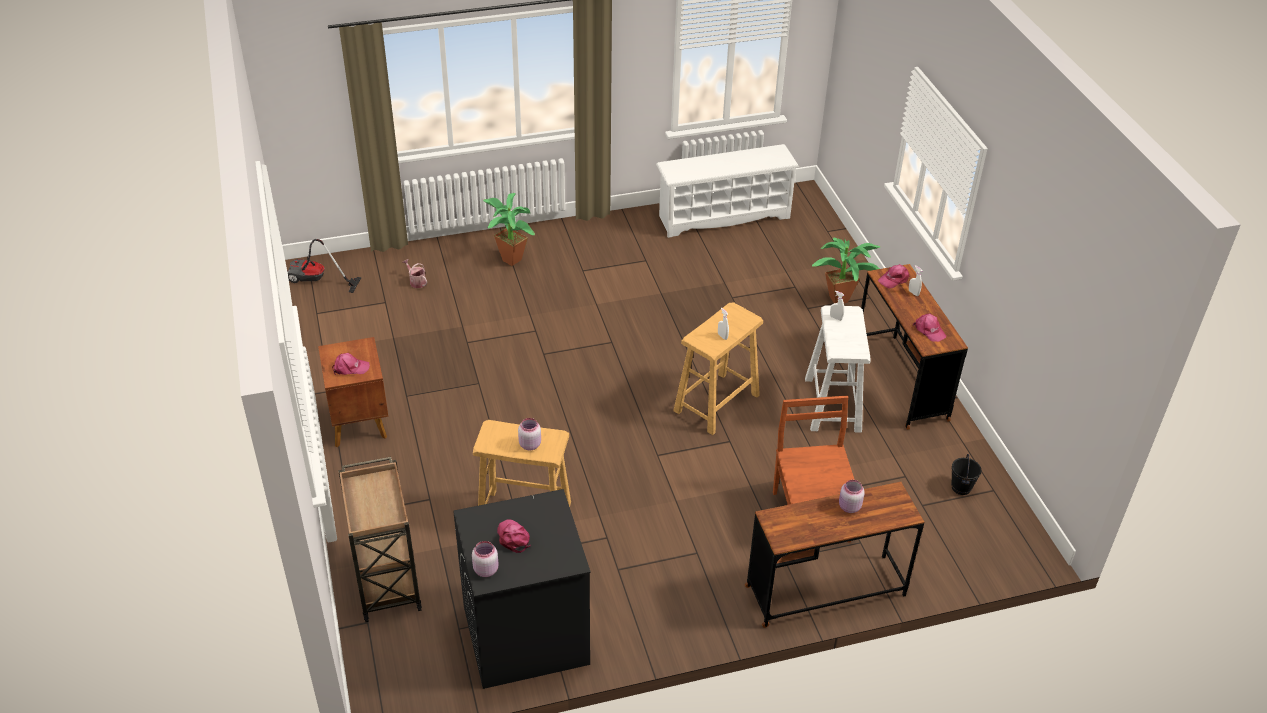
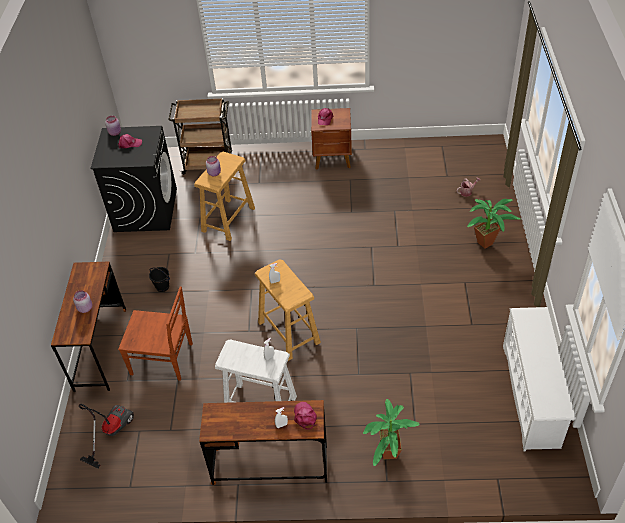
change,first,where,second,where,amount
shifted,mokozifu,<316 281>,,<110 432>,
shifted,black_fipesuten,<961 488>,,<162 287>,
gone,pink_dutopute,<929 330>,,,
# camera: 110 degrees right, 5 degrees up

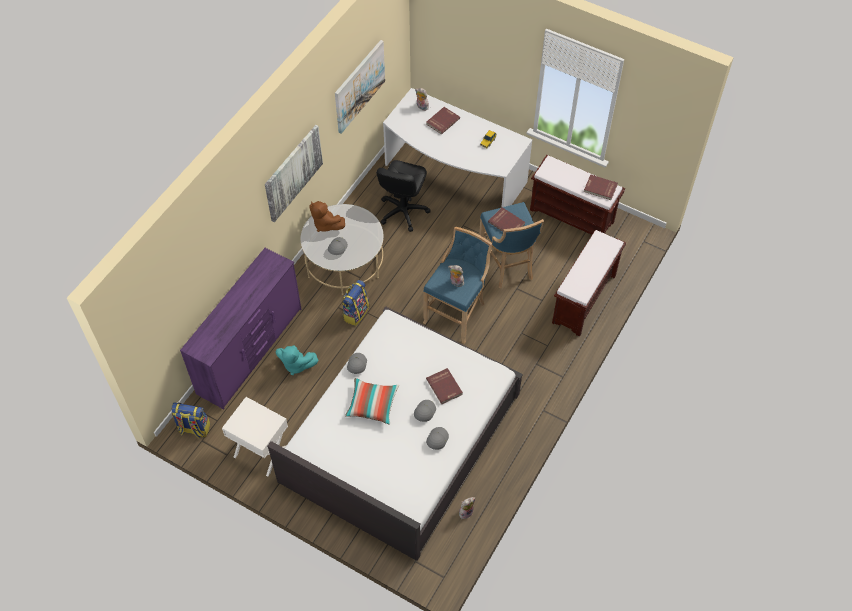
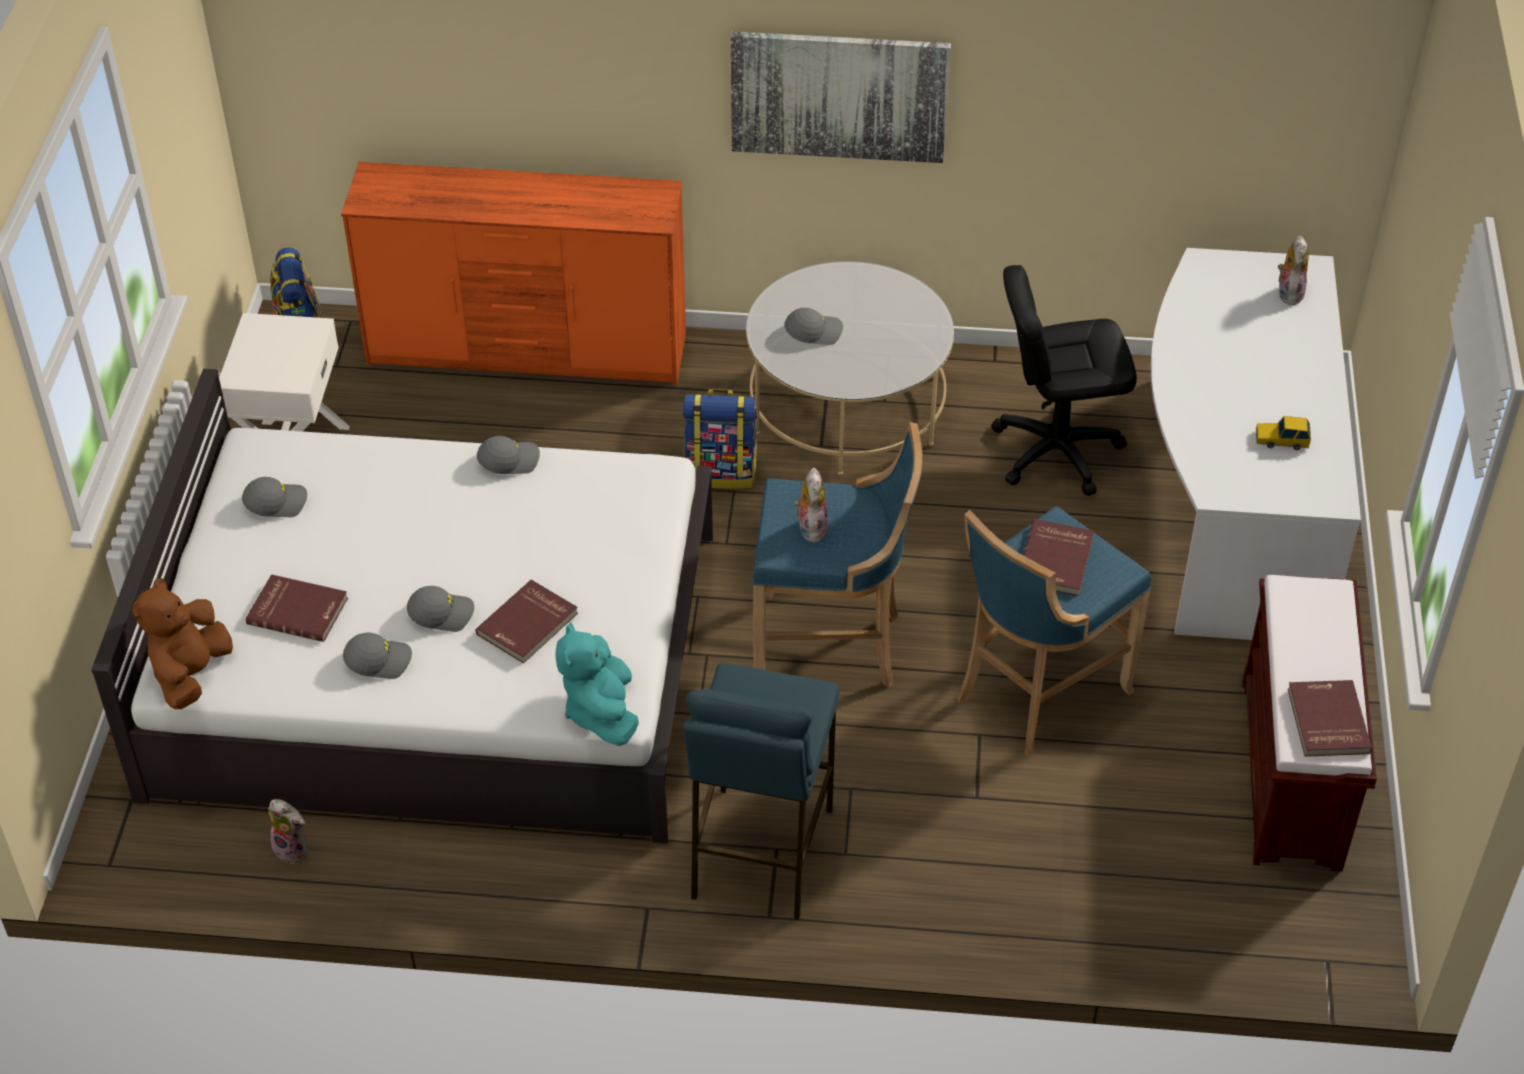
change,first,where,second,where,amount
shifted,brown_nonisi,<325 224>,,<191 674>,
new,,,grey_dutopute,<276 502>,
shifted,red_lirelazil,<442 121>,,<298 610>,
repainted,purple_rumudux,<251 350>,orange_rumudux,<528 350>,
shifted,turquoise_nonisi,<296 365>,,<601 712>,
new,,,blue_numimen,<759 853>,
gone,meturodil,<359 86>,,,
gone,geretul,<372 404>,,,
gone,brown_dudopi,<584 300>,,,
# camera: 65 degrees right, 10 degrees down

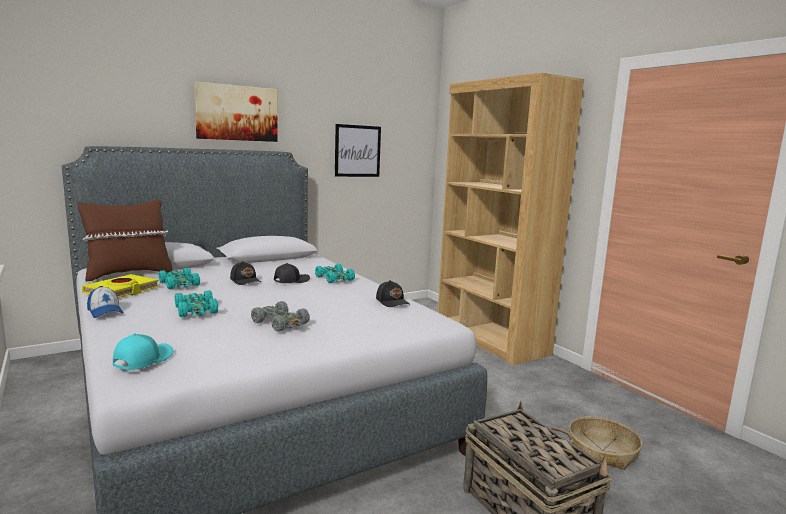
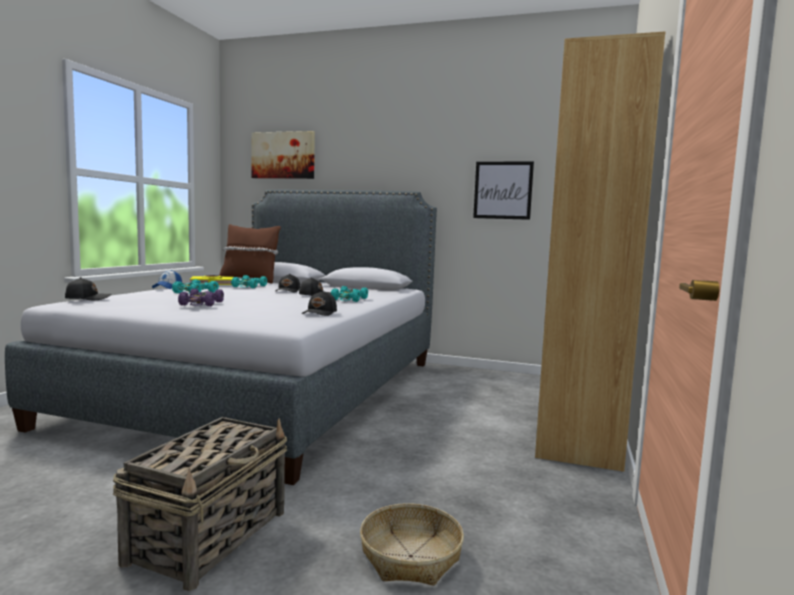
change,first,where,second,where,amount
repainted,turquoise_dutopute,<142 360>,black_dutopute,<88 298>,
repainted,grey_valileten,<281 323>,purple_valileten,<201 304>,
shifted,meturodil,<237 113>,,<283 155>,
# camera: 50 degrees right, 5 degrees down

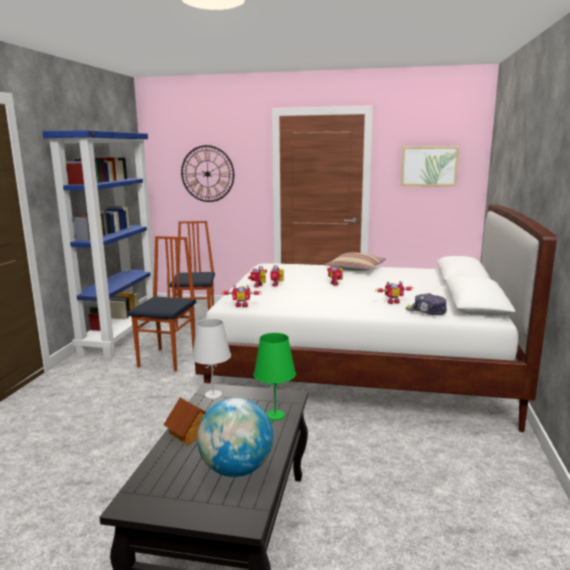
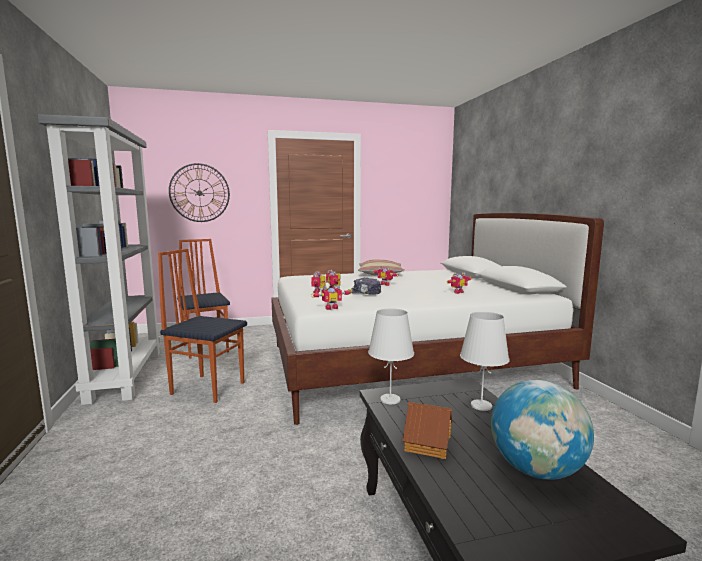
change,first,where,second,where,amount
repainted,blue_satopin,<120 337>,grey_satopin,<125 375>,
rotated,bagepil,<168 359>,,<208 388>,60 degrees counterclockwise
shifted,dutopute,<426 311>,,<363 293>,
repainted,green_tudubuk,<275 415>,white_tudubuk,<481 405>,
gone,meturodil,<429 166>,,,
# camera: 25 degrees left, 5 degrees down

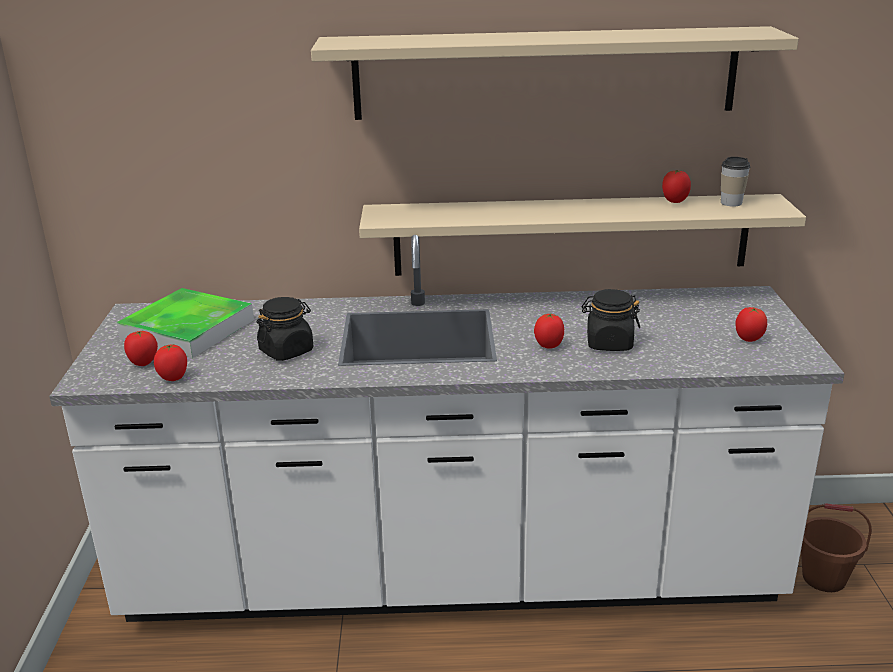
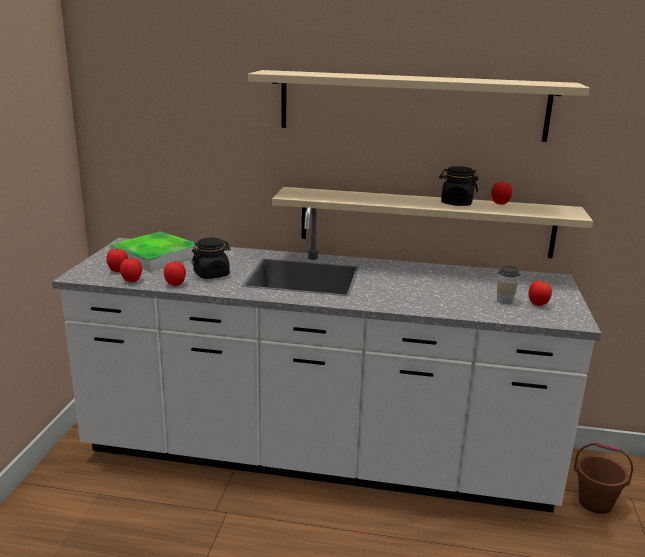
change,first,where,second,where,amount
shifted,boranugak,<549 346>,,<175 284>,
shifted,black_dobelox,<609 343>,,<456 203>,
shifted,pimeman,<731 203>,,<505 300>,
# camera: 10 degrees right, 5 degrees down

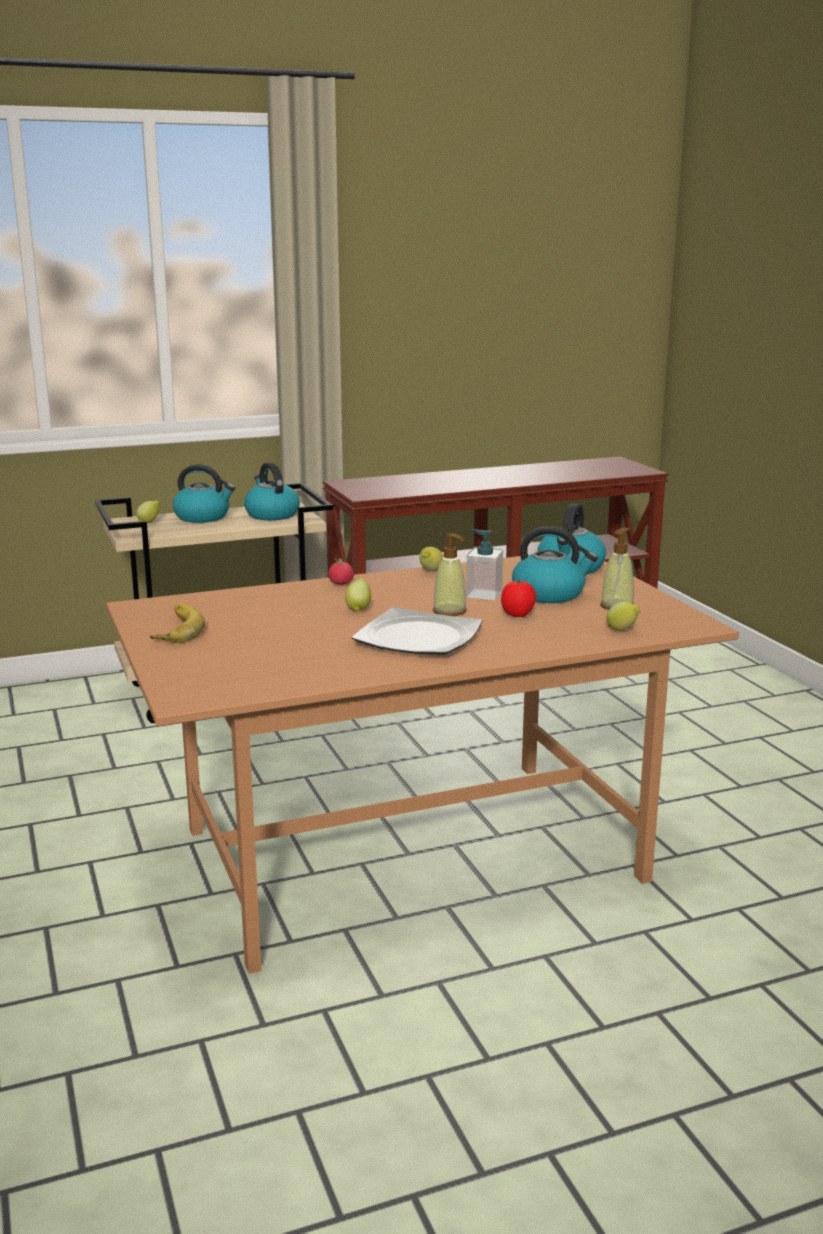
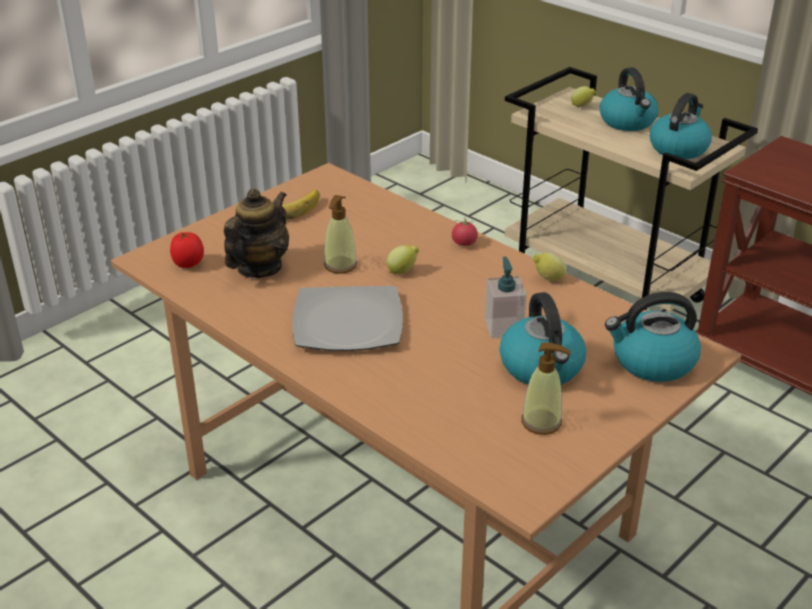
change,first,where,second,where,amount
shifted,boranugak,<518 615>,,<189 264>,
new,,,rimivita,<259 268>,
shifted,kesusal,<449 611>,,<340 265>,
gone,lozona,<622 630>,,,
# camera: 65 degrees right, 15 degrees up

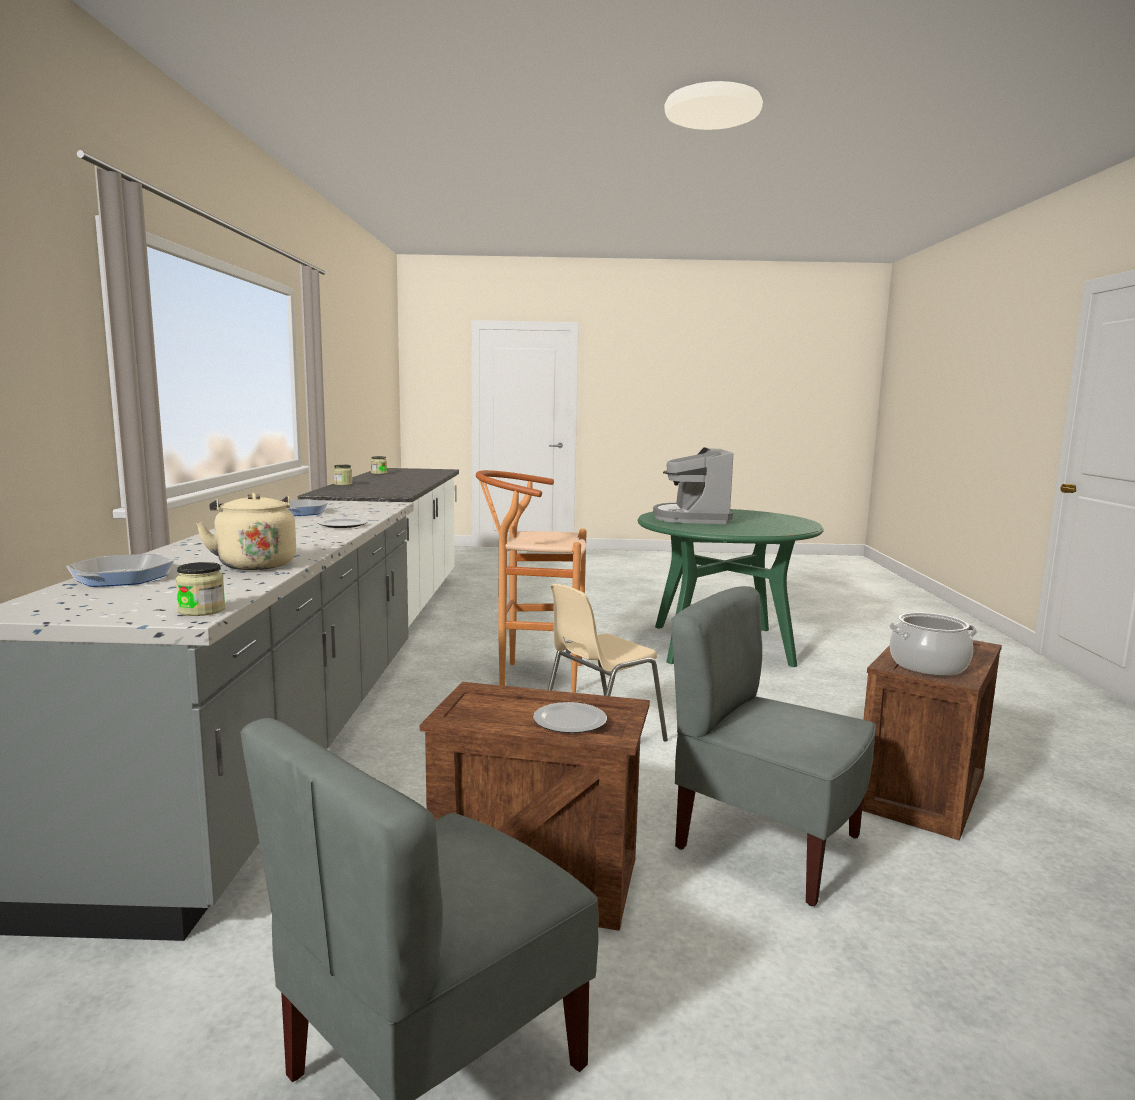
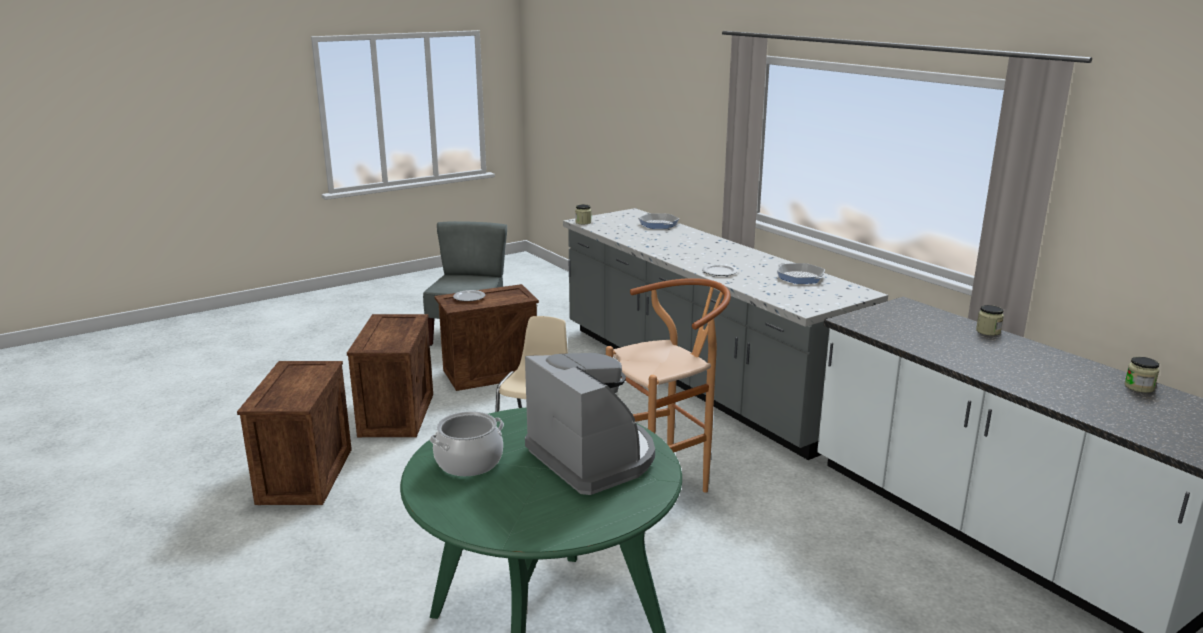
change,first,where,second,where,amount
swapped,grey_bagepil,<766 844>,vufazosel,<398 415>,
shifted,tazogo,<928 665>,,<469 462>,
gone,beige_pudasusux,<255 564>,,,
# camera: 145 degrees right, 10 degrees up

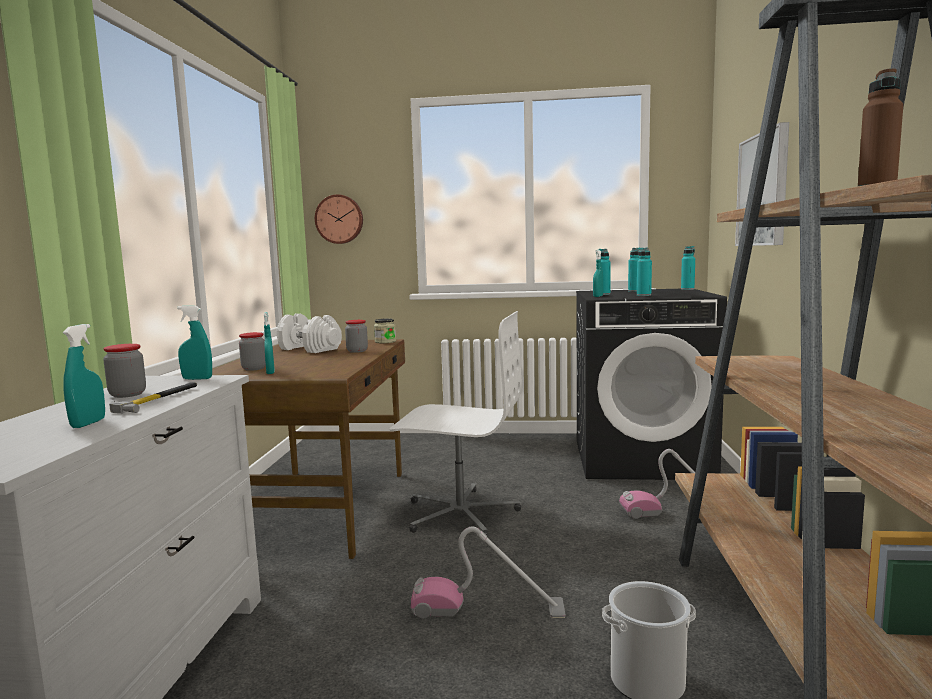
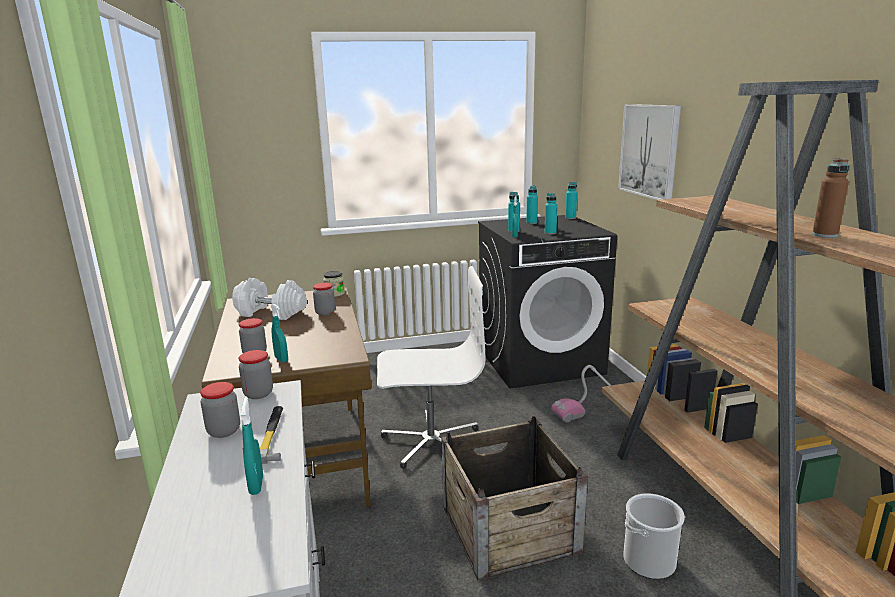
change,first,where,second,where,amount
swapped,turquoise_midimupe,<197 379>,dobelox,<258 394>,
swapped,mokozifu,<487 608>,vufazosel,<509 528>,
gone,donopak,<339 219>,,,
# camera: 20 degrees left, 10 degrees up

